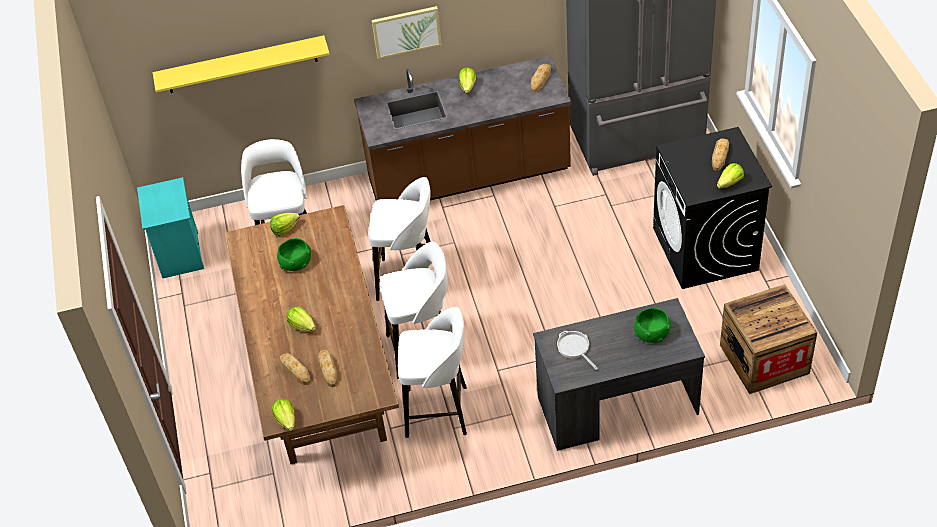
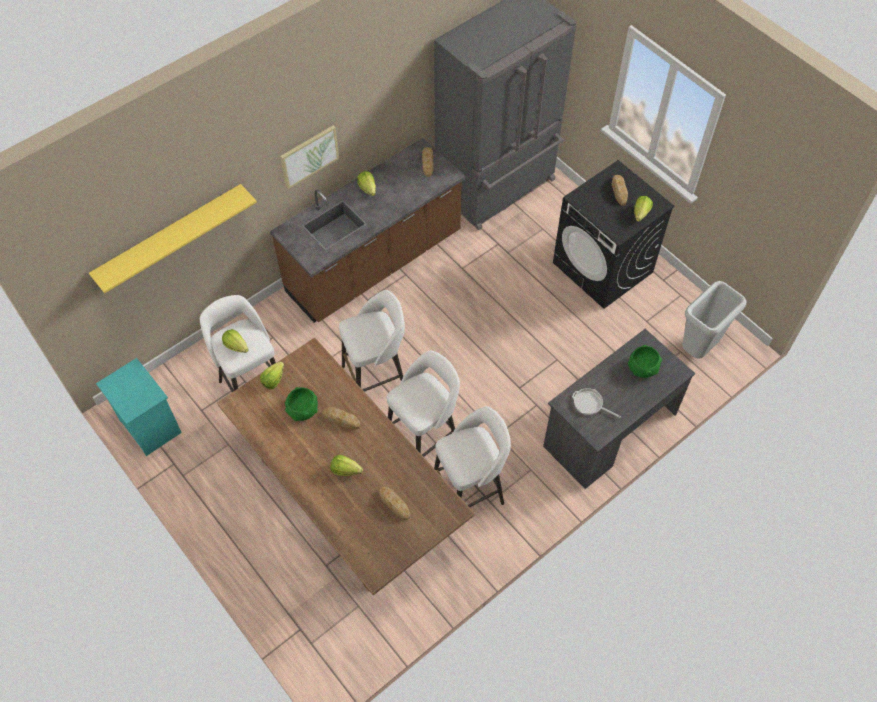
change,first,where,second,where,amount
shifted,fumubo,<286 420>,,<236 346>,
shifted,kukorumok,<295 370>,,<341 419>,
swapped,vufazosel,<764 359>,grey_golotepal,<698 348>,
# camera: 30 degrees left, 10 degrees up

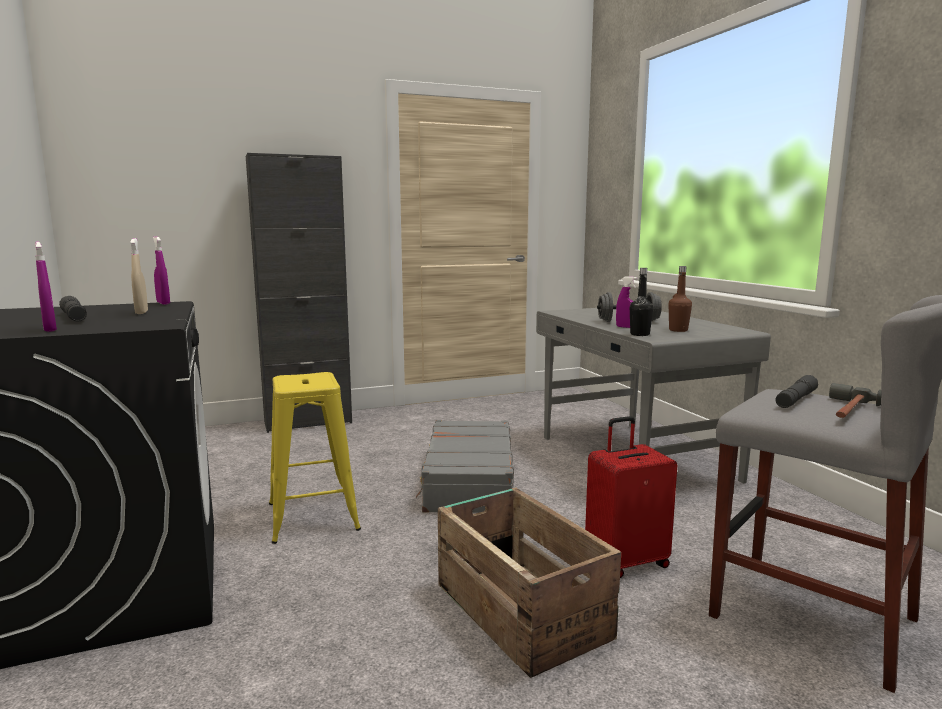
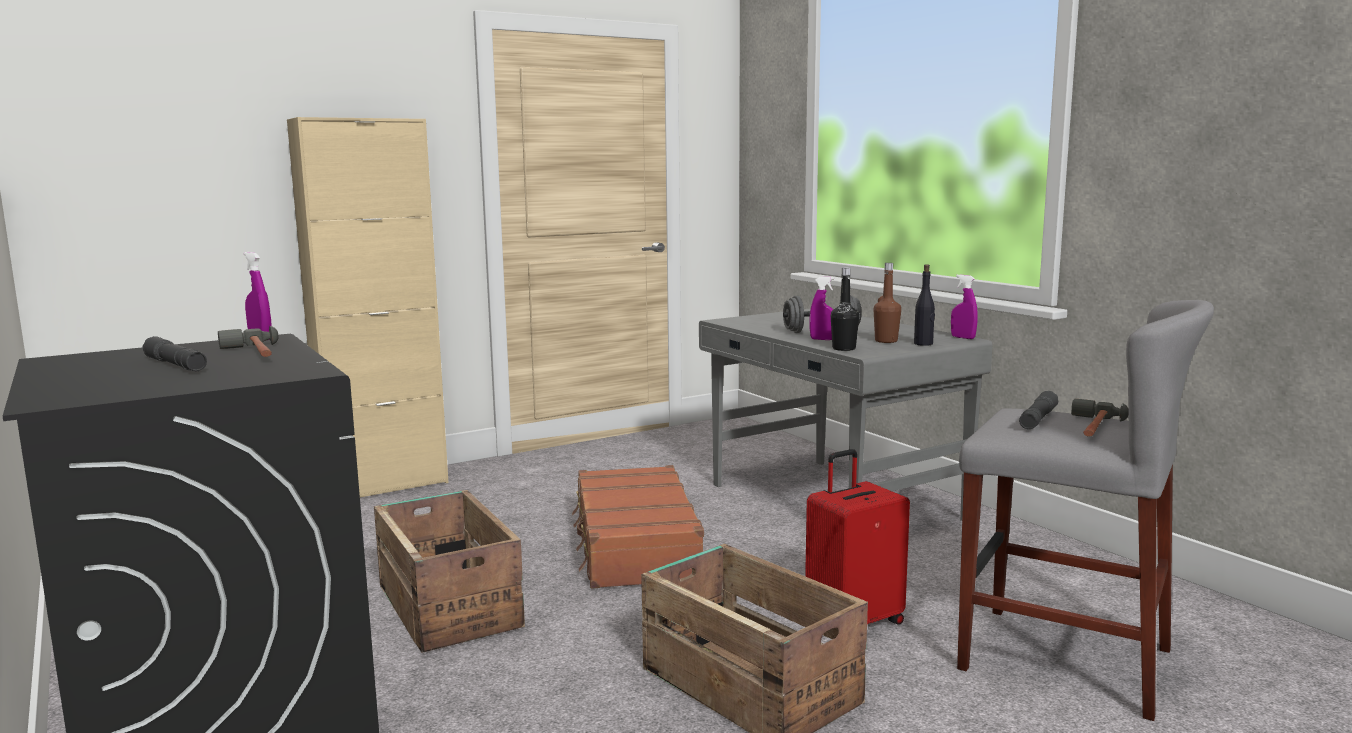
change,first,where,second,where,amount
swapped,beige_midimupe,<141 312>,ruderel,<255 354>,
repainted,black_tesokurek,<308 422>,beige_tesokurek,<385 486>,
swapped,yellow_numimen,<313 516>,vufazosel,<449 605>,
repainted,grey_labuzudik,<468 481>,brown_labuzudik,<634 546>,
new,,,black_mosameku,<923 344>,
shifted,purple_midimupe,<50 329>,,<963 337>,
# camera: 10 degrees left, 0 degrees up

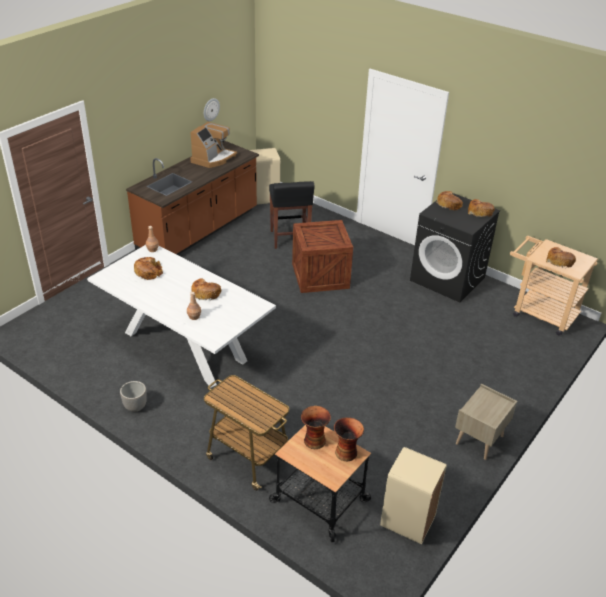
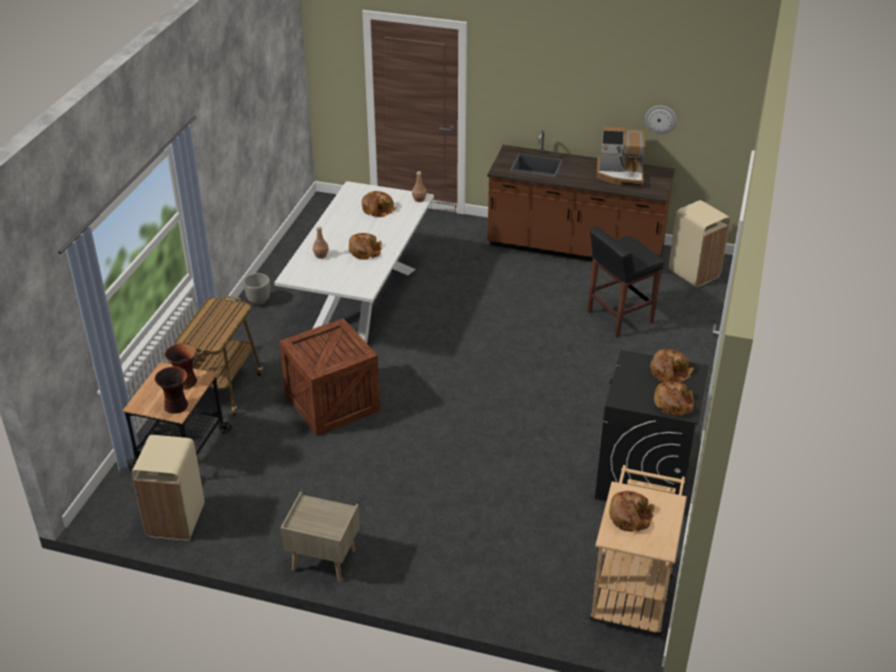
change,first,where,second,where,amount
shifted,vufazosel,<319 276>,,<330 402>,
# camera: 70 degrees right, 0 degrees up

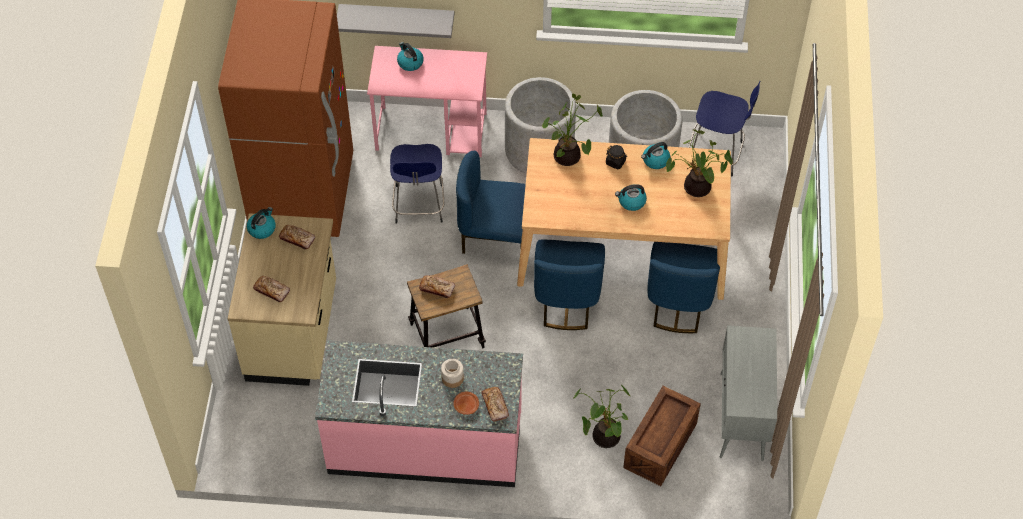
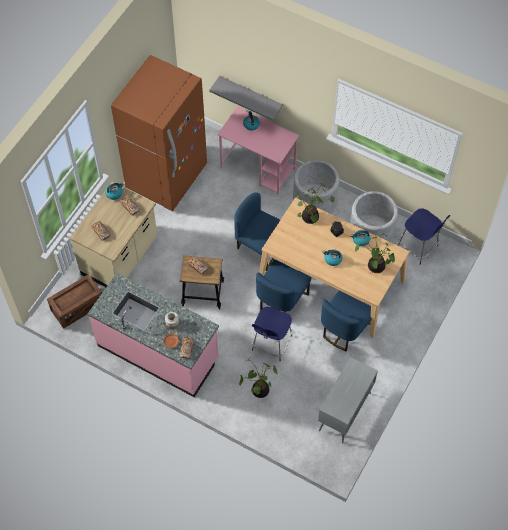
change,first,where,second,where,amount
shifted,vufazosel,<660 446>,,<77 307>,
shifted,blue_numimen,<419 206>,,<271 344>,
# camera: 25 degrees right, 5 degrees up

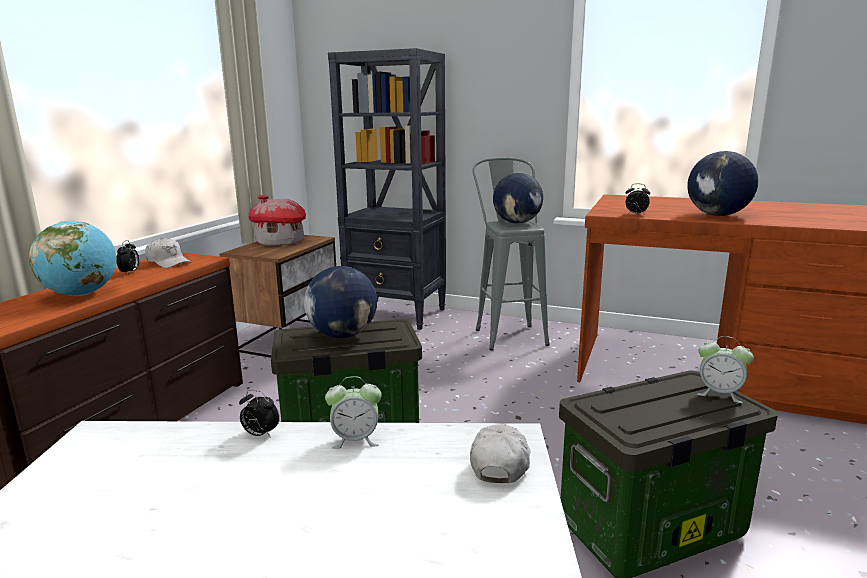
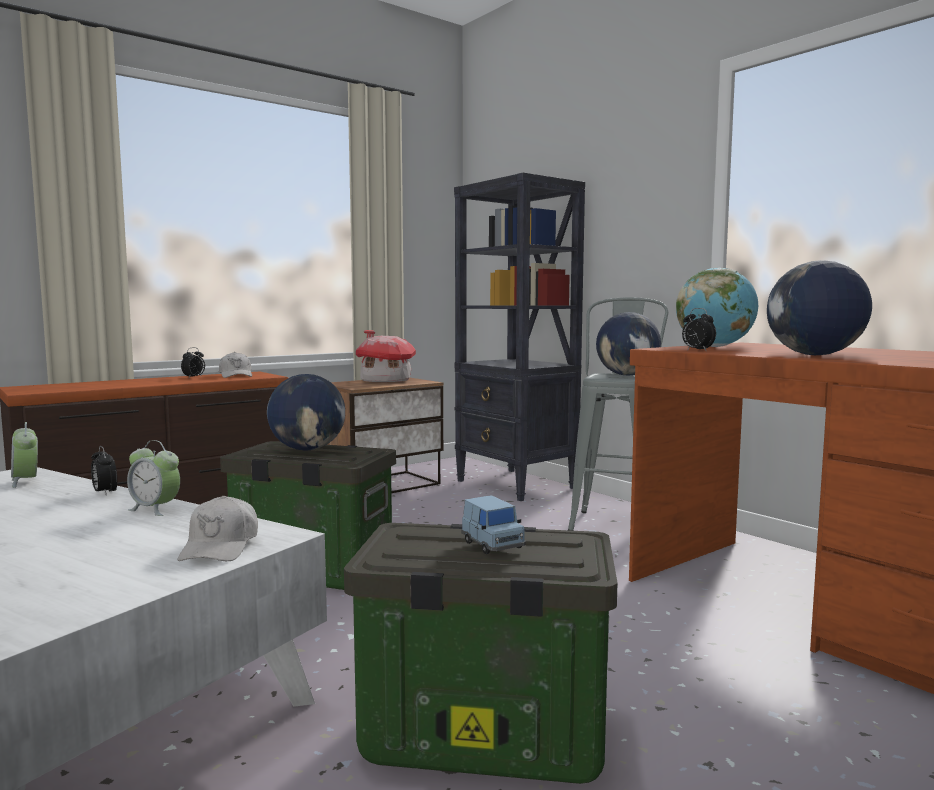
change,first,where,second,where,amount
shifted,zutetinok,<719 394>,,<26 481>,
rotated,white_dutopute,<500 462>,,<220 547>,135 degrees clockwise
new,,,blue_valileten,<492 545>,
shifted,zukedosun,<81 294>,,<715 346>,
# camera: 30 degrees right, 10 degrees down

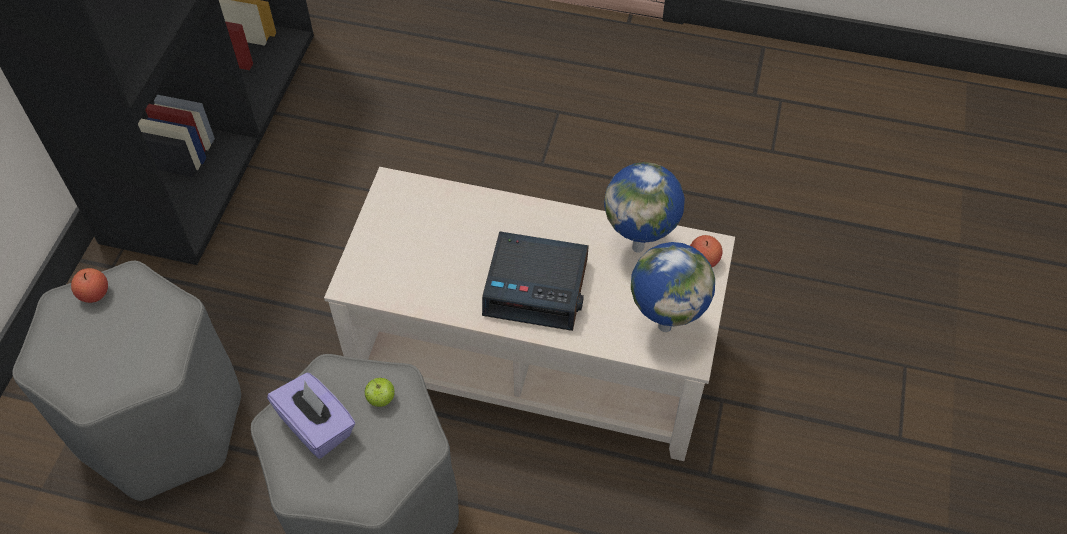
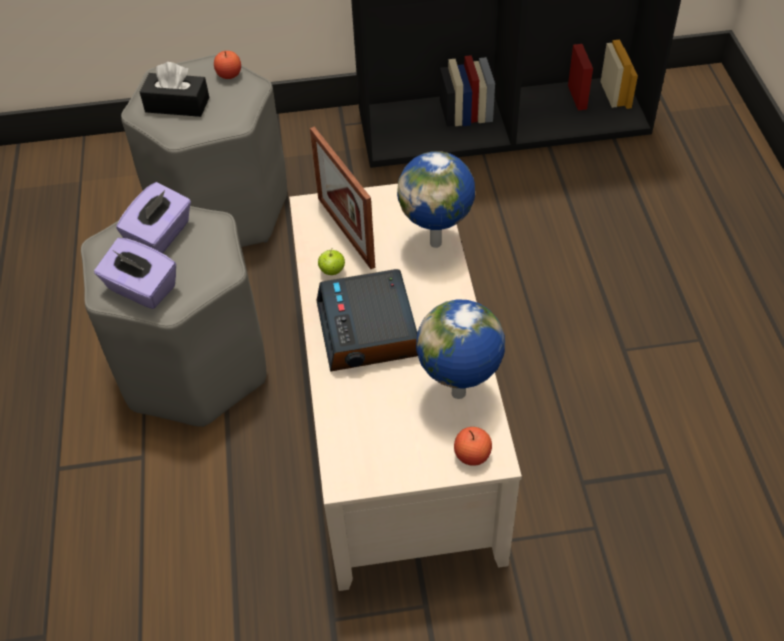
change,first,where,second,where,amount
new,,,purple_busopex,<141 289>,
new,,,black_busopex,<177 105>,
new,,,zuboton,<345 232>,
shifted,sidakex,<381 399>,,<332 271>,
shifted,zukedosun,<664 325>,,<437 242>,
# camera: 70 degrees right, 5 degrees down

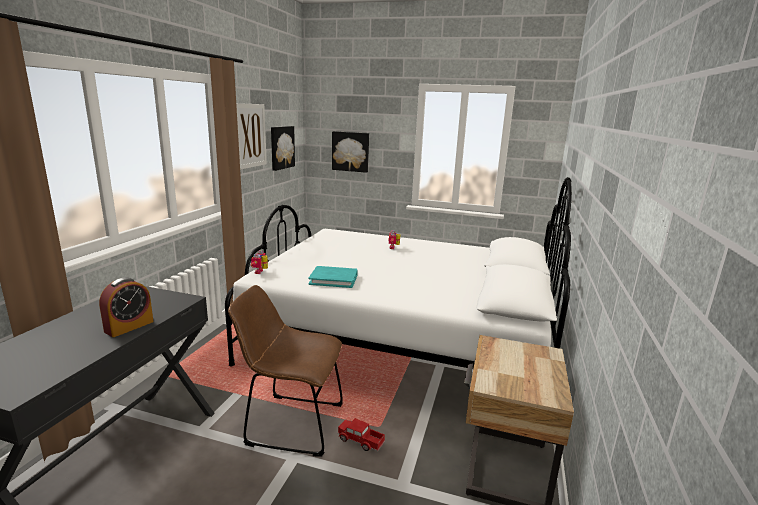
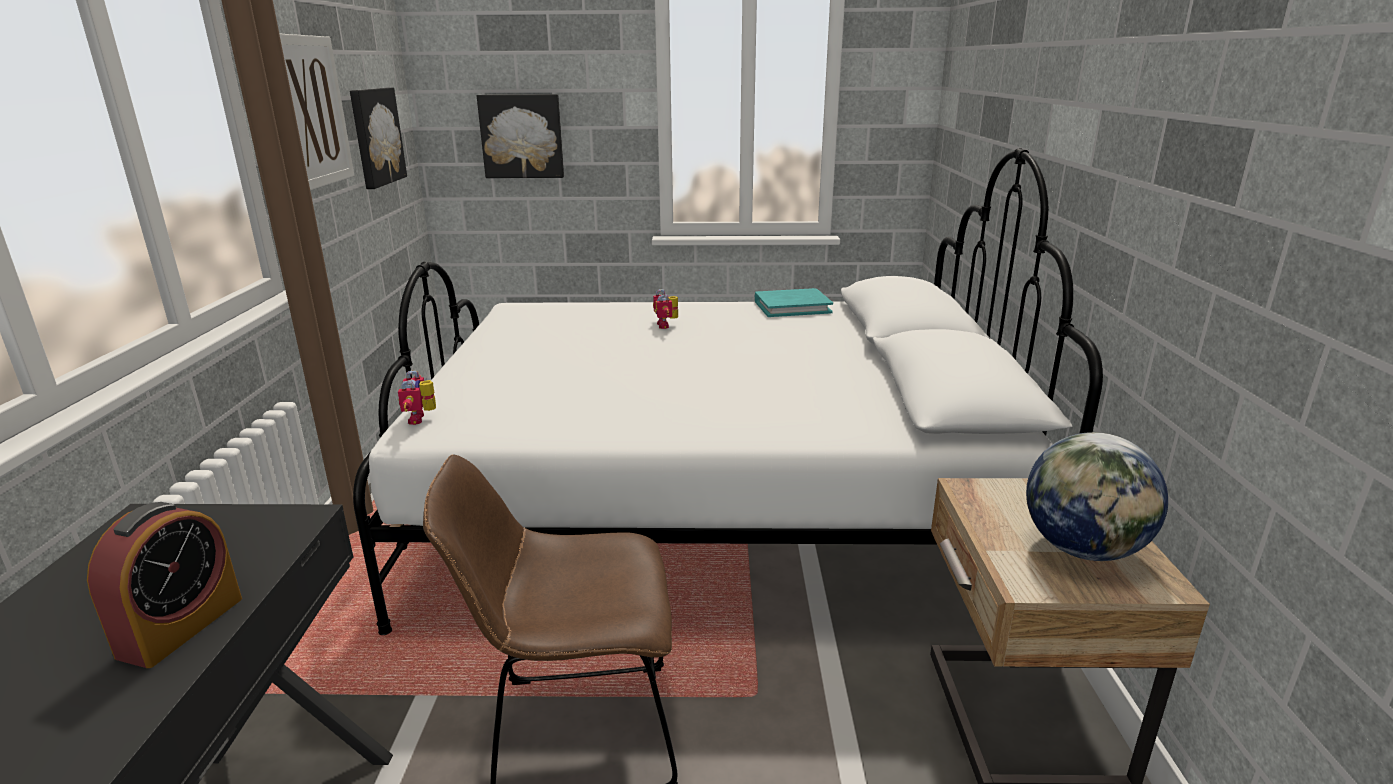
change,first,where,second,where,amount
shifted,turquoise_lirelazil,<334 279>,,<792 307>,
new,,,zukedosun,<1083 549>,
gone,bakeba,<360 441>,,,
# camera: 15 degrees left, 5 degrees up

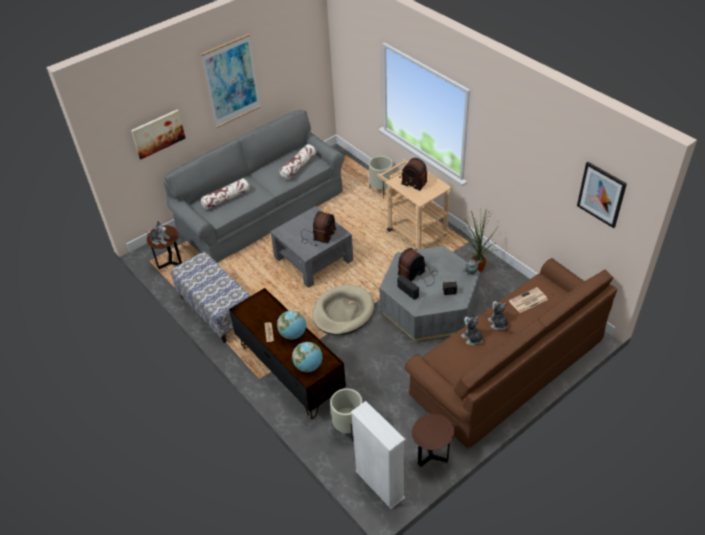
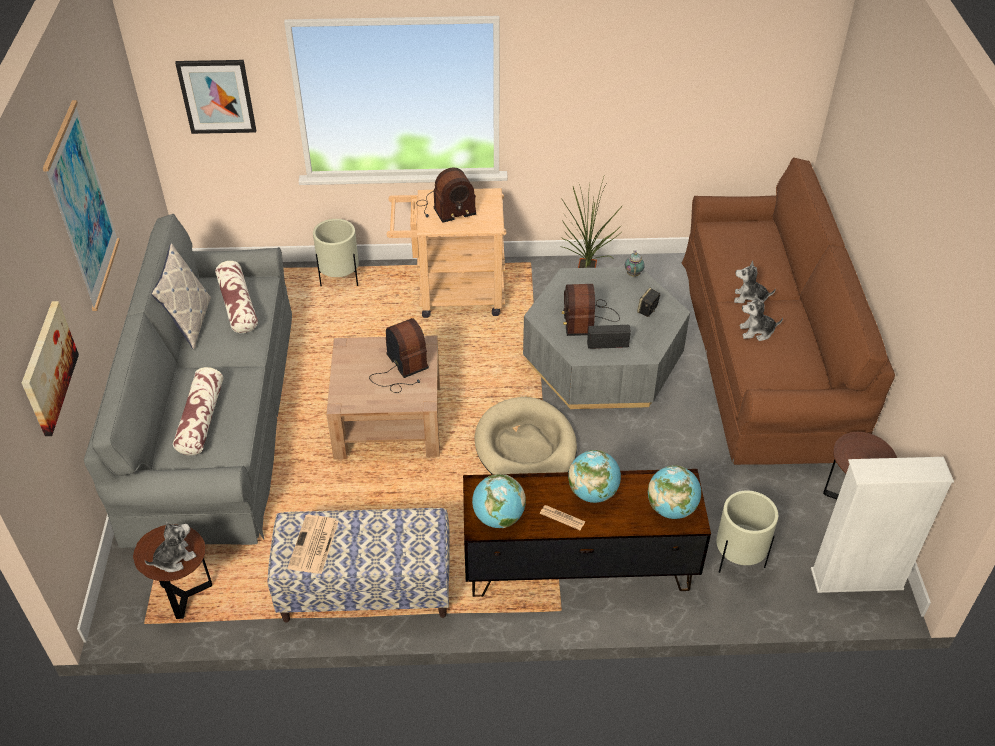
change,first,where,second,where,amount
new,,,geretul,<190 323>,
shifted,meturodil,<601 194>,,<217 96>,
shifted,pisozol,<528 300>,,<313 545>,
repainted,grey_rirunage,<313 259>,brown_rirunage,<388 419>,
new,,,zukedosun,<498 518>,
# camera: 55 degrees left, 0 degrees up

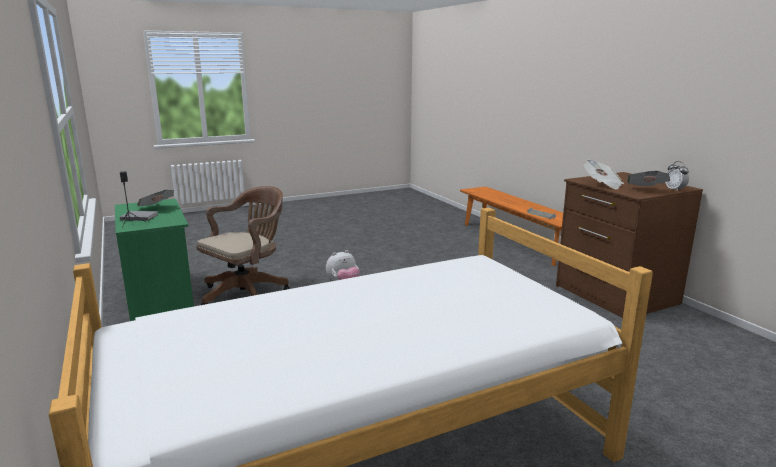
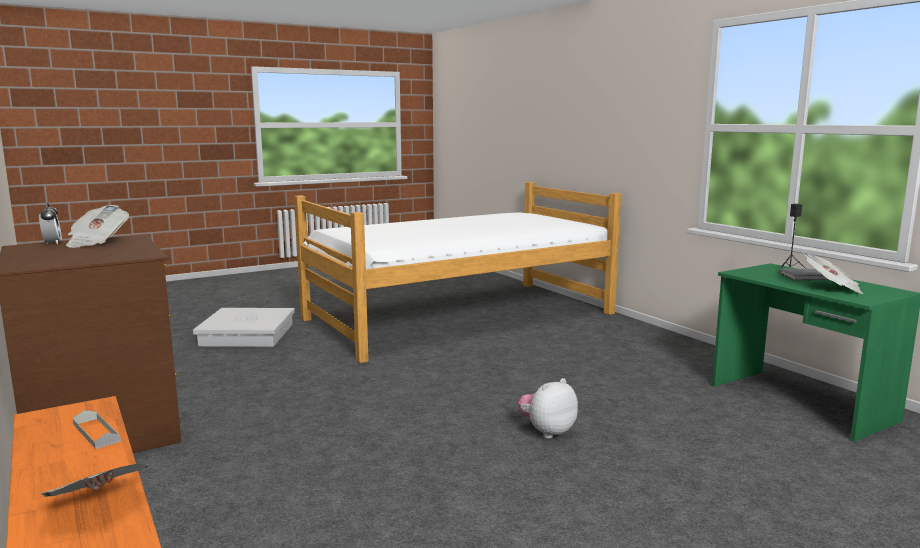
change,first,where,second,where,amount
shifted,pisozol,<602 185>,,<98 504>,
new,,,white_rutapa,<247 334>,
gone,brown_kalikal,<247 293>,,,
# camera: 175 degrees right, 5 degrees down

